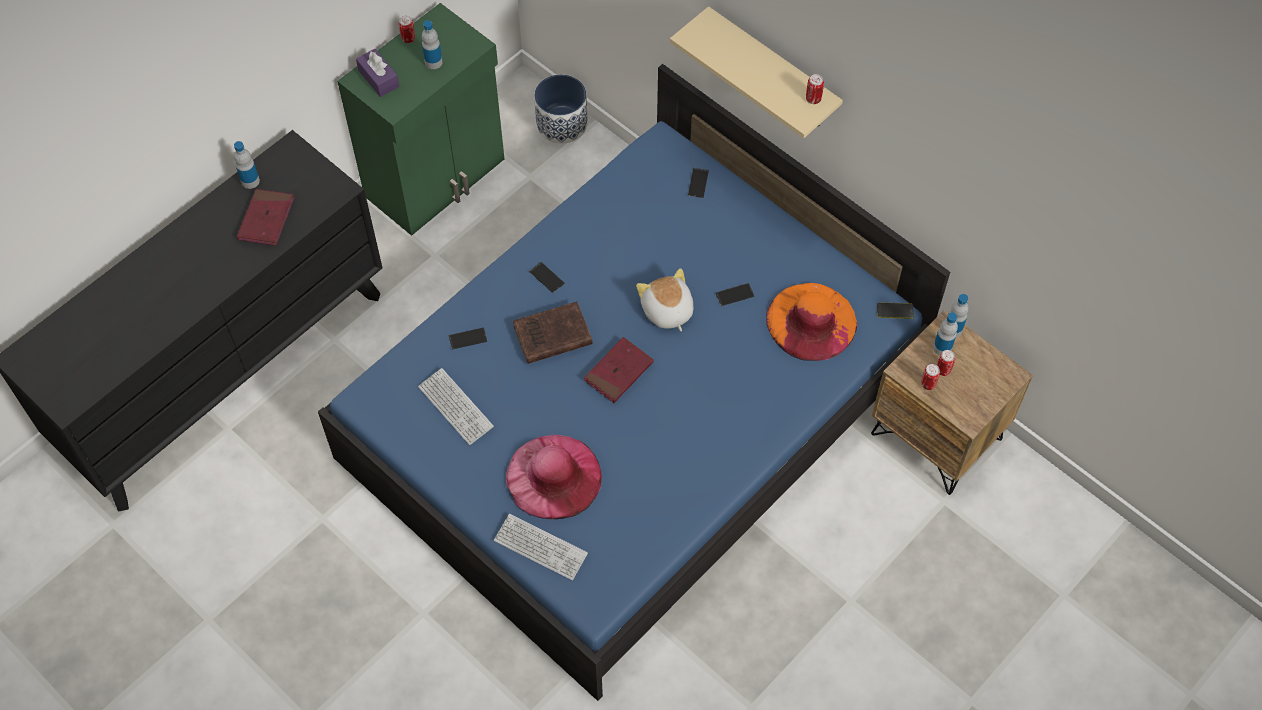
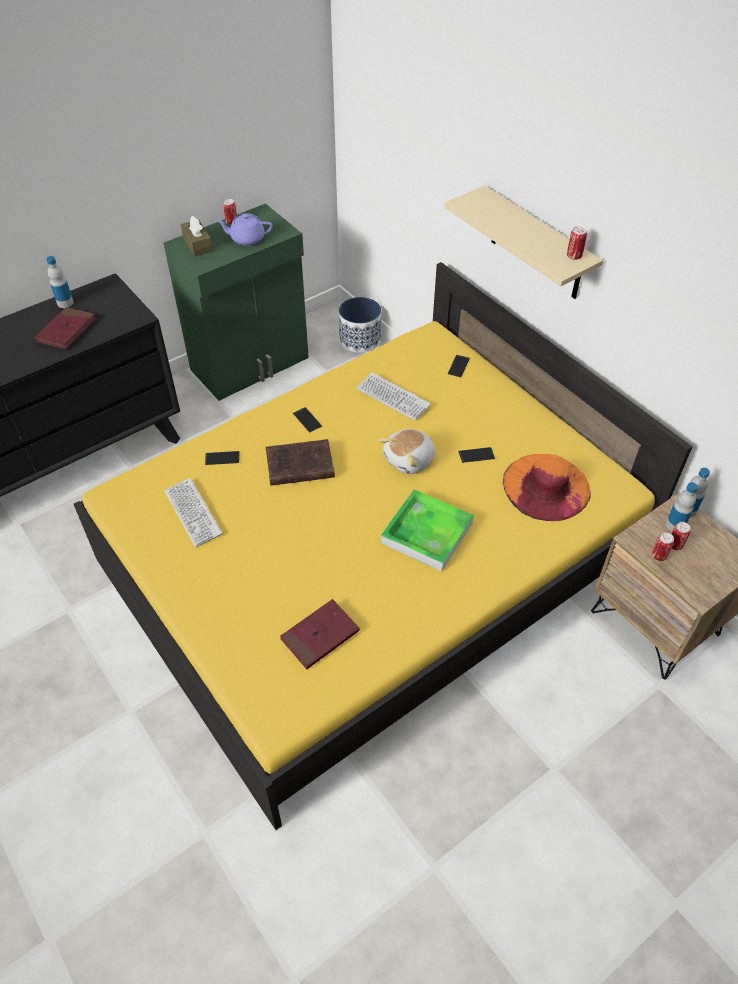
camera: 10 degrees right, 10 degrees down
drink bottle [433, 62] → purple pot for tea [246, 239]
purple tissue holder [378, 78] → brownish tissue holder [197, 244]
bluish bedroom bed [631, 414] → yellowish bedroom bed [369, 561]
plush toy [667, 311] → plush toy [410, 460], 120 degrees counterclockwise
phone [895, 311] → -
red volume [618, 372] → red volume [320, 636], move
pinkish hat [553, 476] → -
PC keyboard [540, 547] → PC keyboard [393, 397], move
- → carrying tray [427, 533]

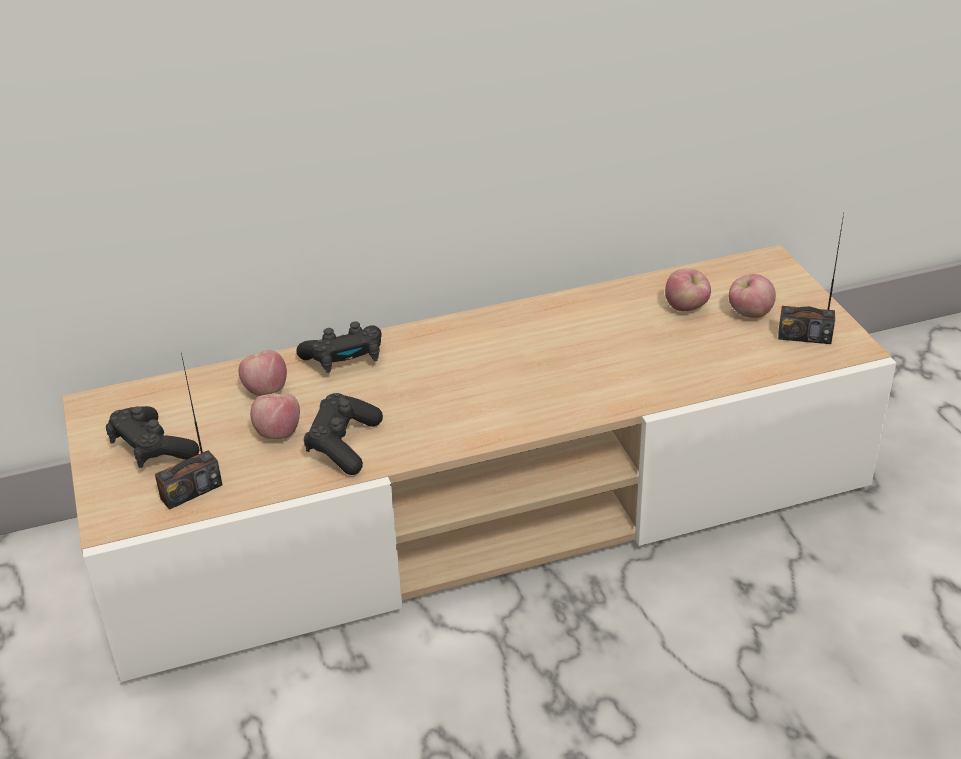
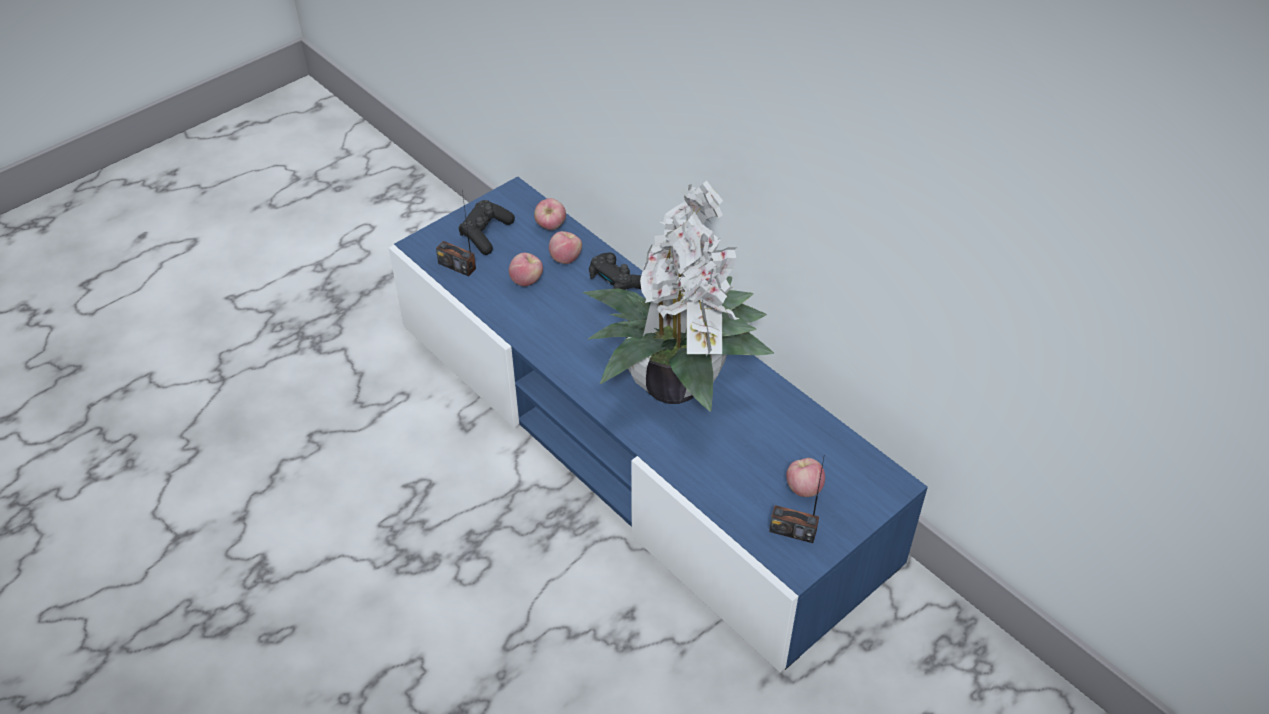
camera: 65 degrees right, 10 degrees up
radio receiver [804, 336] → radio receiver [792, 531], 60 degrees counterclockwise
beige-coloured media console [485, 508] → bluish media console [634, 440]
apple [686, 308] → apple [550, 226], move
black gamepad [343, 445] → -
- → houseplant [676, 382]

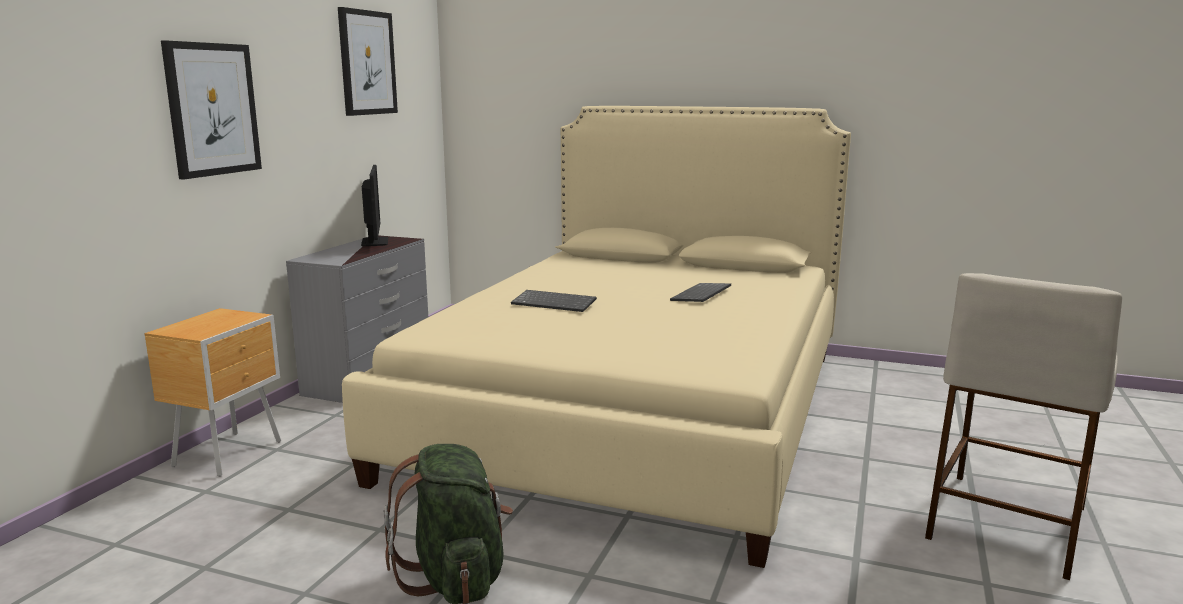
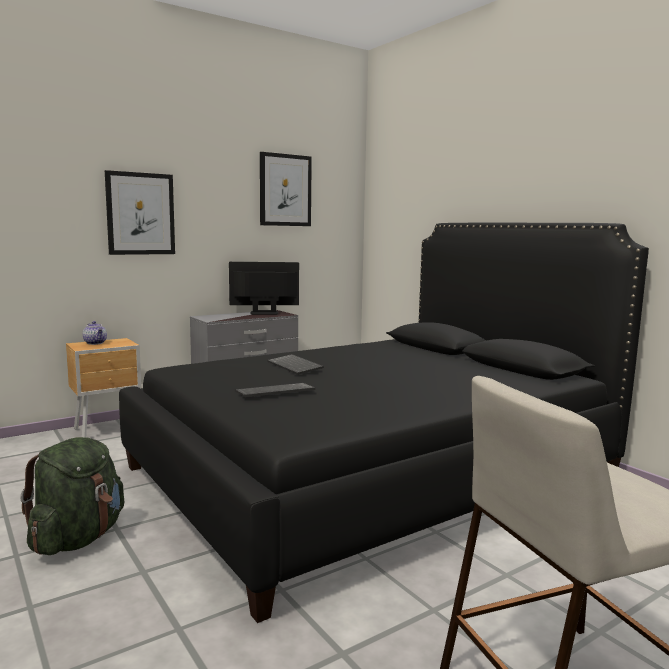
camera: 35 degrees right, 5 degrees down
beige-coloured bedroom bed [635, 410] → black bedroom bed [371, 472]
computer display [374, 242] → computer display [264, 313], 120 degrees counterclockwise
PC keyboard [702, 295] → PC keyboard [274, 393], move
- → pot for tea [96, 343]

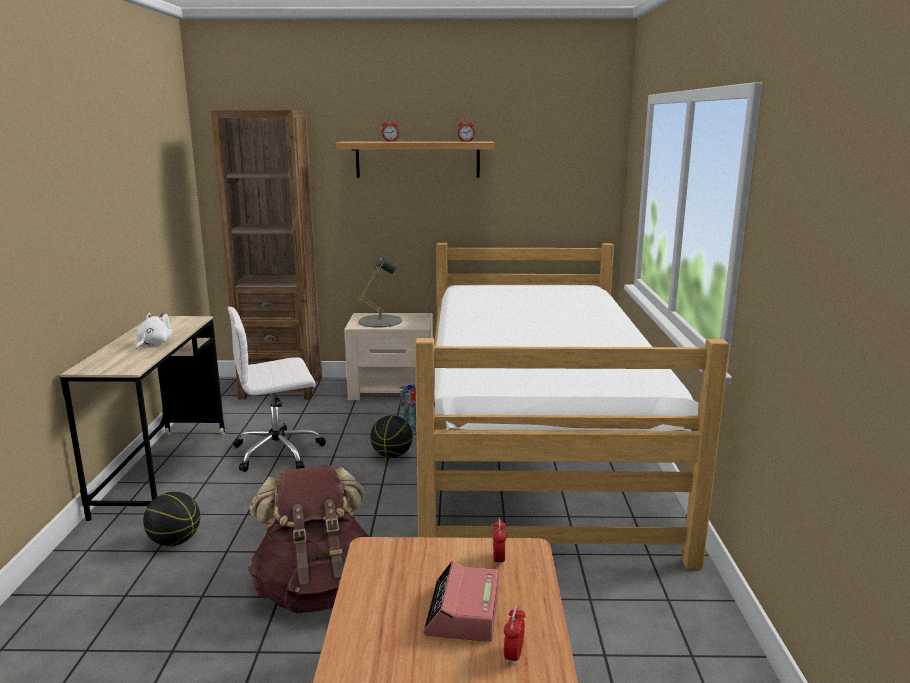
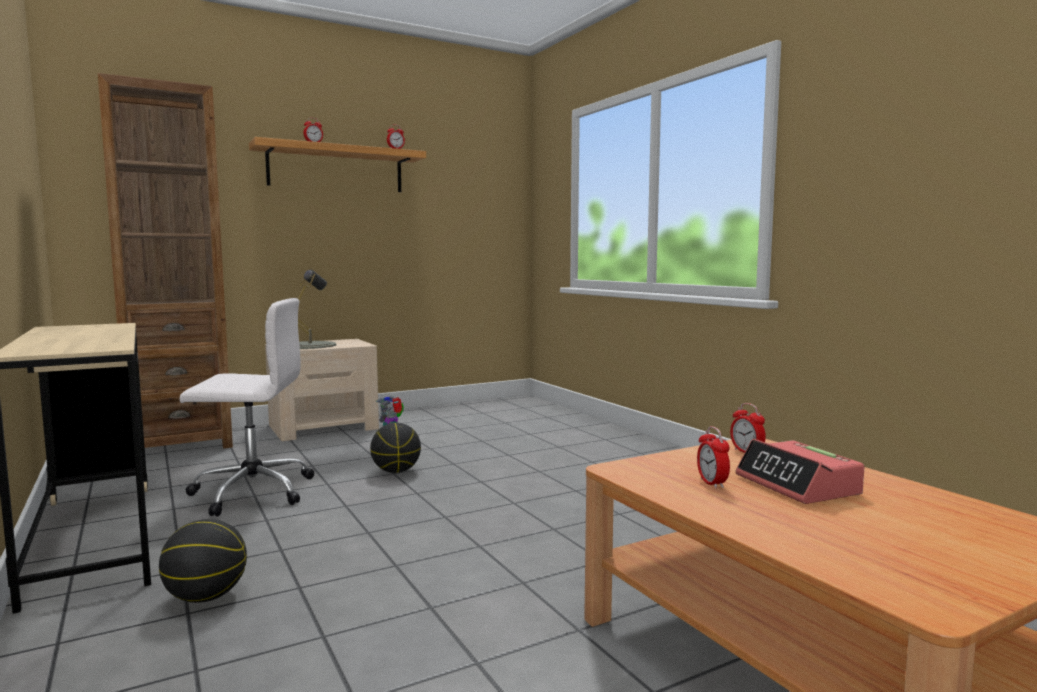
camera: 30 degrees left, 10 degrees down
bedroom bed [536, 448] → -
white-coloured computer chair [279, 452] → white-coloured computer chair [251, 492], 135 degrees counterclockwise
white-coloured plush toy [154, 344] → -
brownish knapsack [316, 590] → -
table clock [513, 655] → table clock [712, 483], move

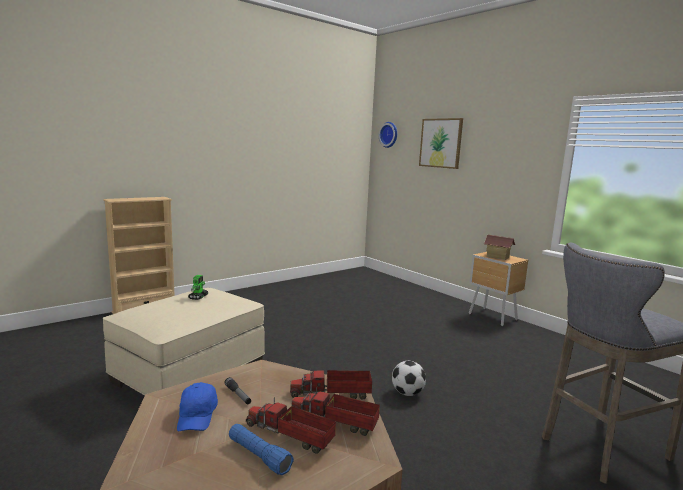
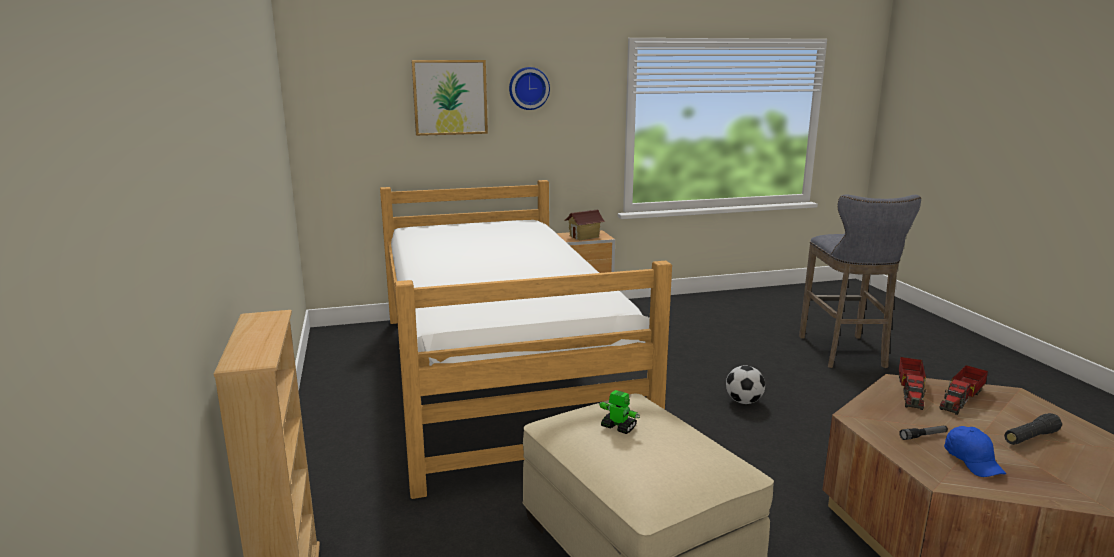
camera: 65 degrees left, 5 degrees up
clock on the wall [389, 134] → clock on the wall [528, 88], move
bluish cap [197, 416] → bluish cap [973, 461], 60 degrees clockwise
toy lorry [290, 435] → -
bluish flashlight [258, 456] → black flashlight [1030, 438]
- → bedroom bed [498, 376]

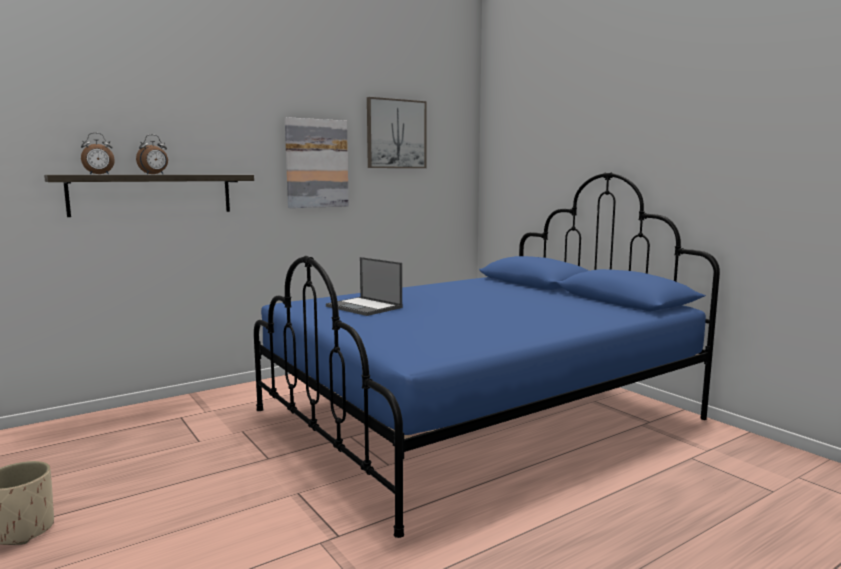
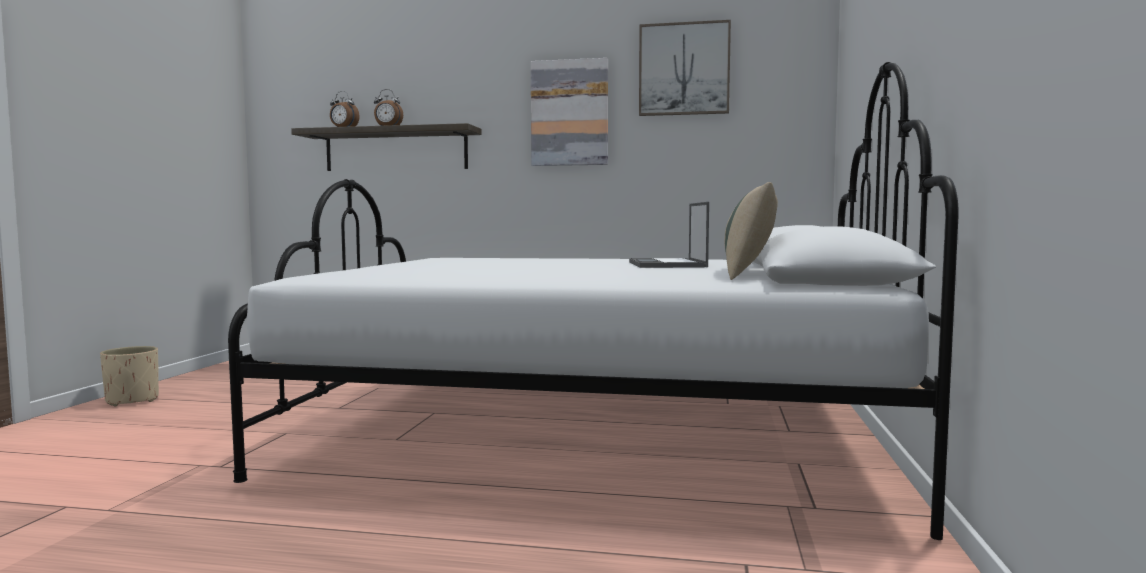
camera: 45 degrees right, 5 degrees down
bluish bedroom bed [479, 416] → white-coloured bedroom bed [596, 433]
notebook computer [365, 307] → notebook computer [667, 265], move
- → beige-coloured pillow [747, 273]

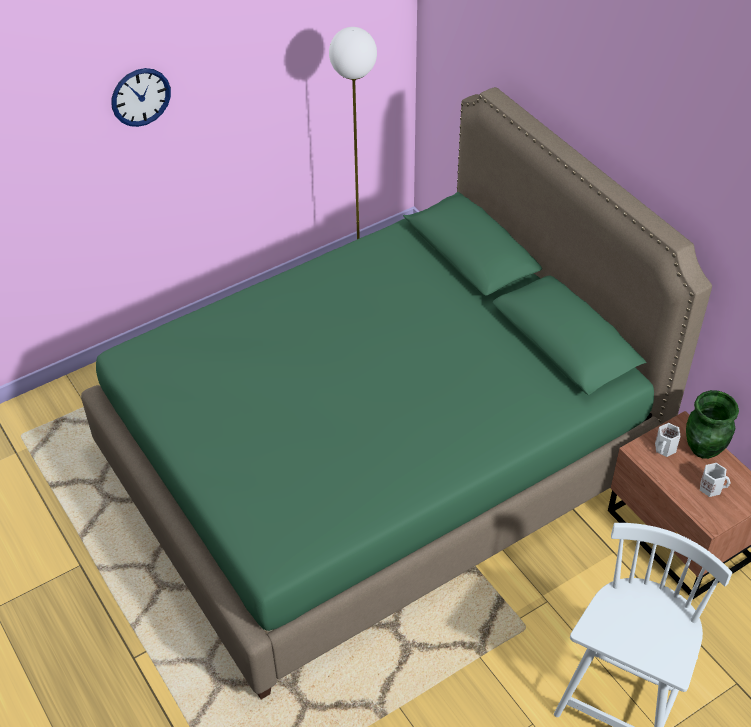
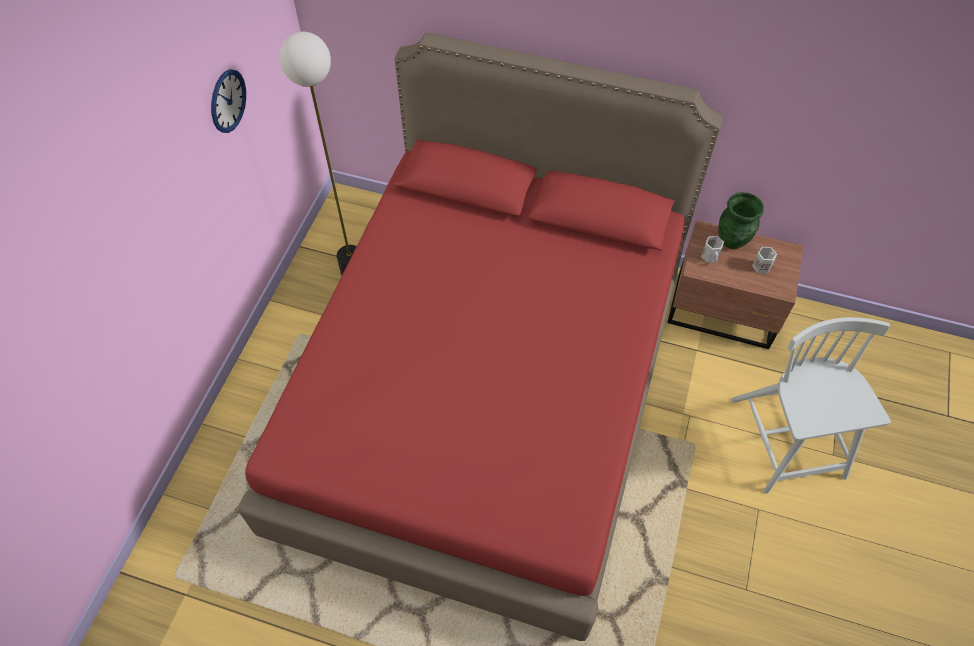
camera: 40 degrees left, 10 degrees up
clock on the wall [140, 97] → clock on the wall [228, 101], move
green-coloured bedroom bed [377, 461] → red bedroom bed [487, 393]

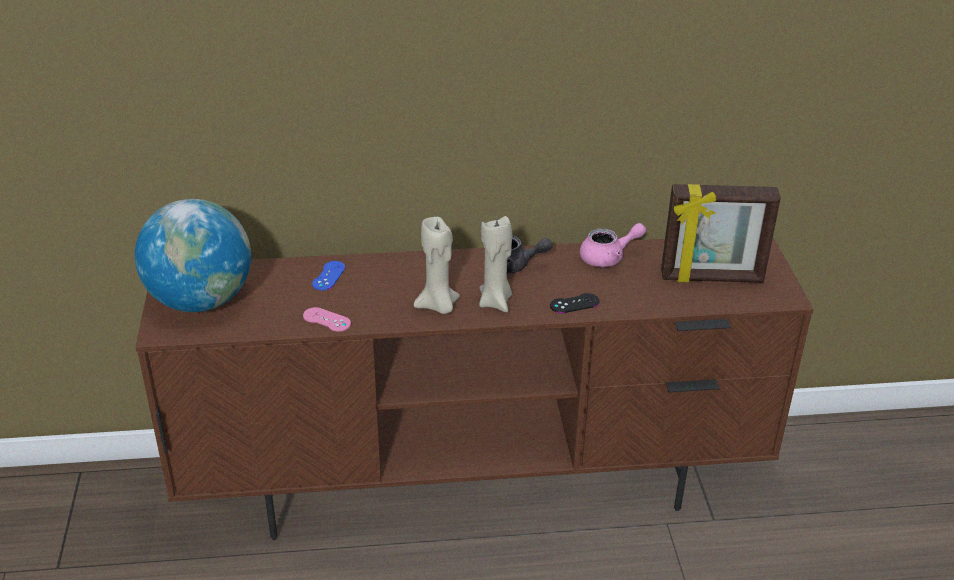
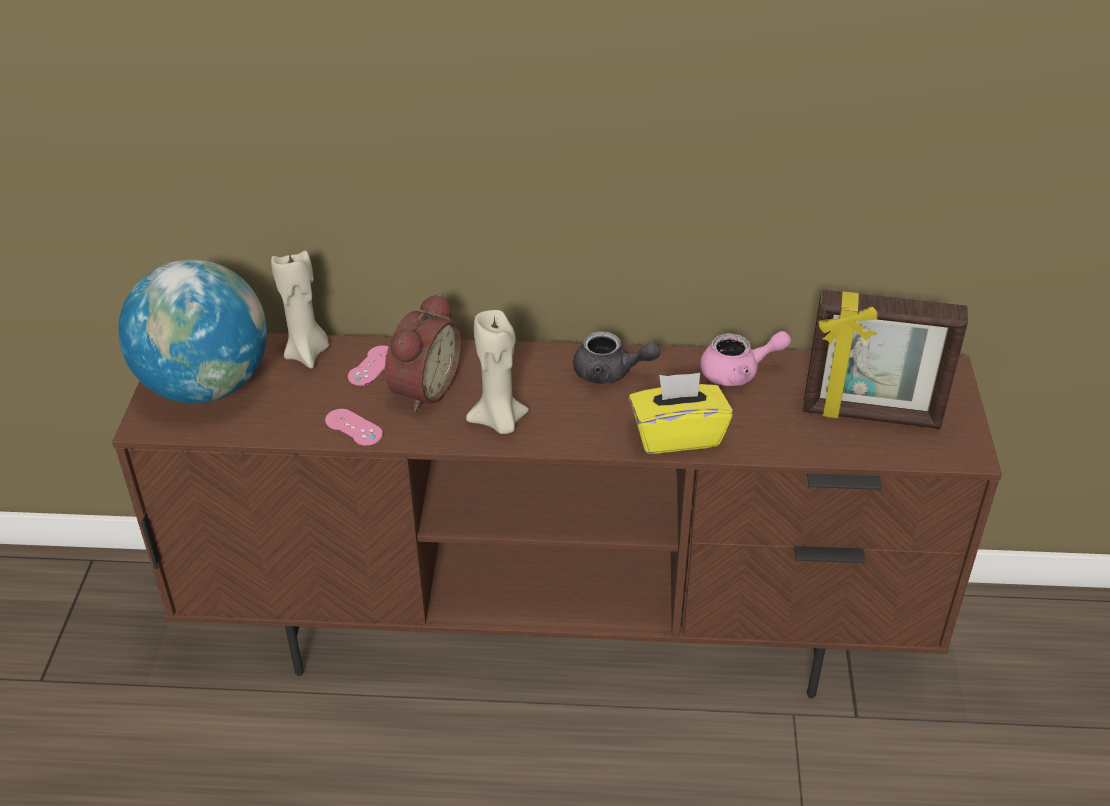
camera: 10 degrees right, 5 degrees up
beige-coloured wax candle [495, 302] → beige-coloured wax candle [307, 354], move
bluish gamepad [328, 276] → pinkish gamepad [371, 366]
black gamepad [574, 303] → yellowish tissue holder [677, 435]
- → table clock [421, 388]

